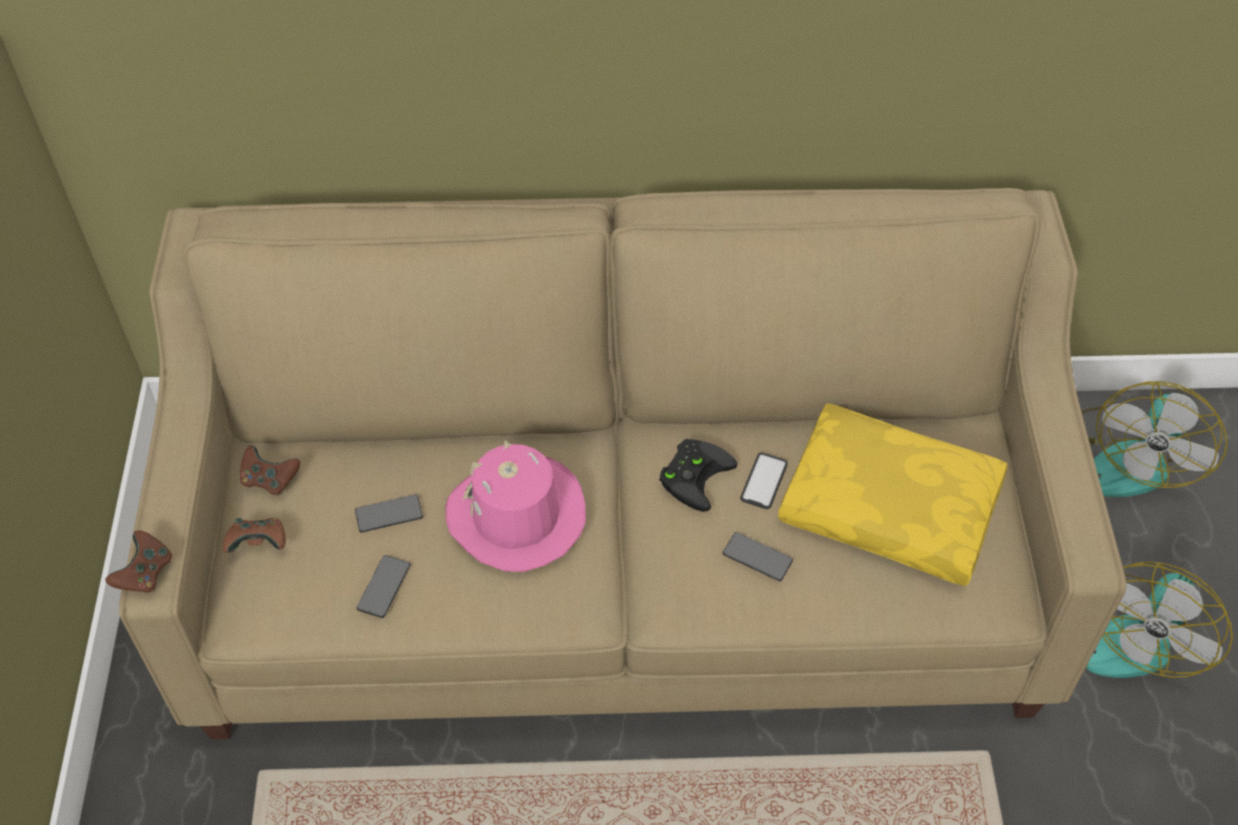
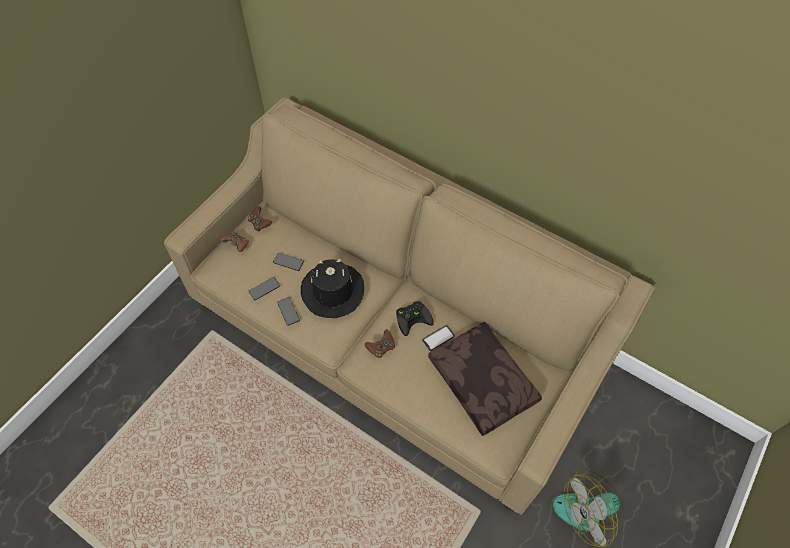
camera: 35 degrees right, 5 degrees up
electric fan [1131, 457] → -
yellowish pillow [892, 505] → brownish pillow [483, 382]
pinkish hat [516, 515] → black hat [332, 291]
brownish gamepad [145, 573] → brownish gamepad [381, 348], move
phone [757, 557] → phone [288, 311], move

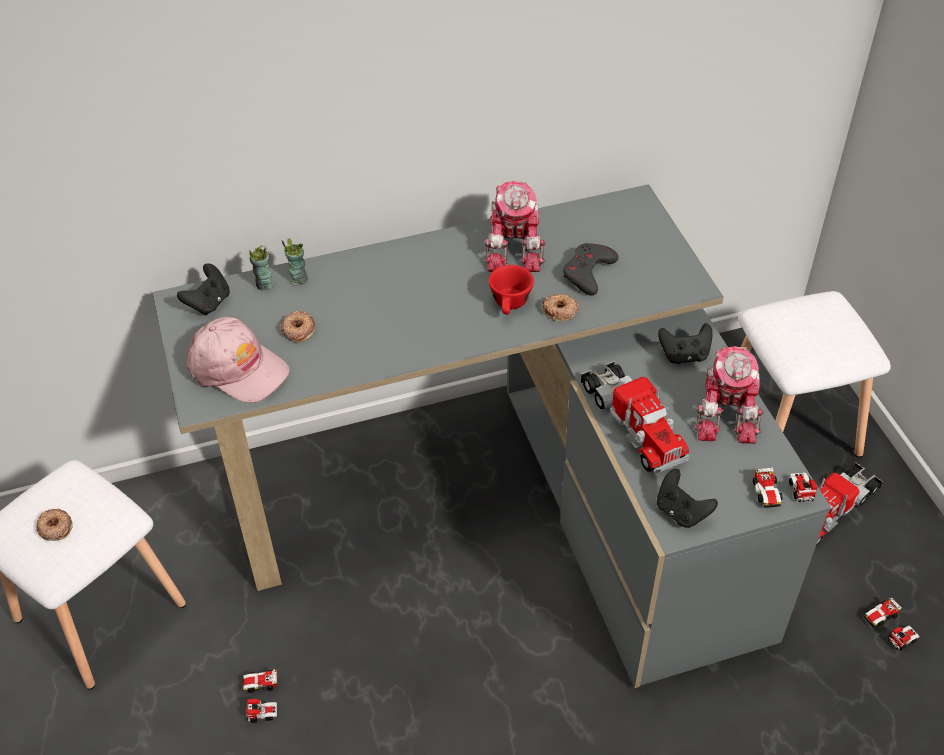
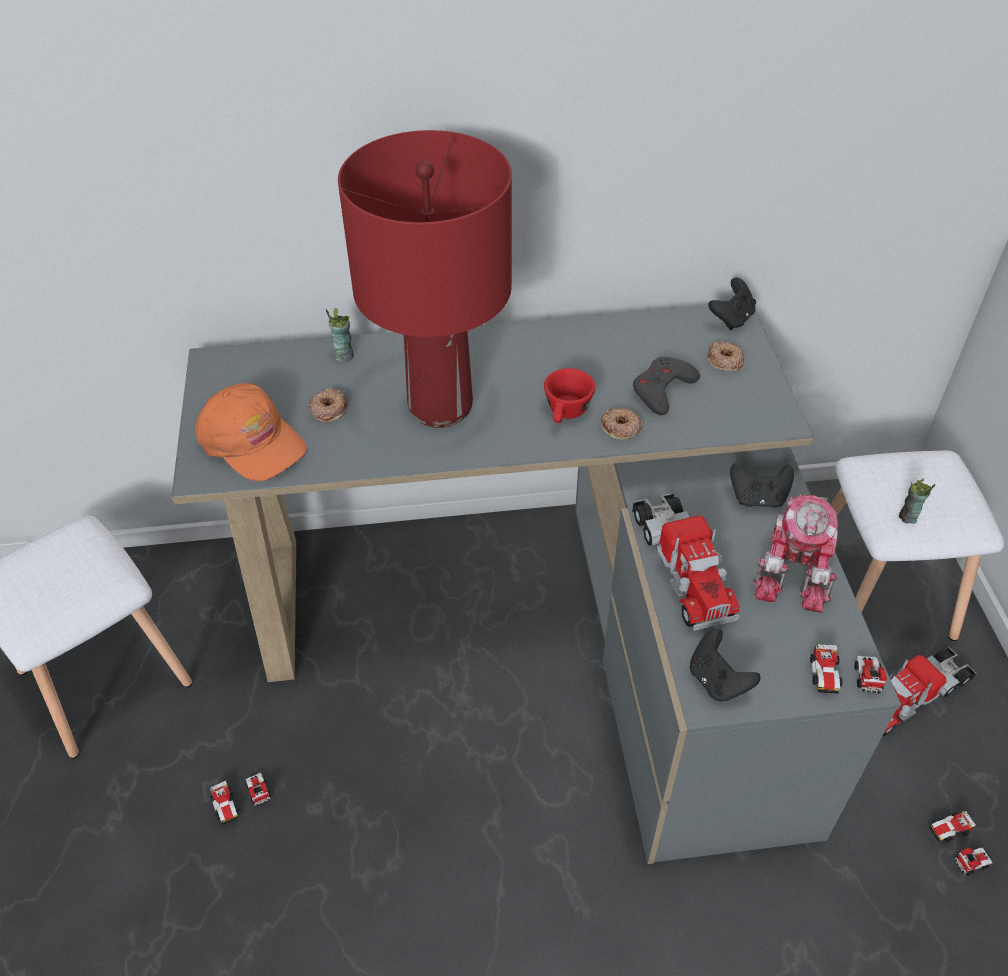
camera: 10 degrees right, 0 degrees up
toy robot [515, 247] → -
drinking cup [264, 285] → drinking cup [908, 517], move
black gamepad [209, 303] → black gamepad [731, 319], move
pinkish cap [238, 368] → orange cap [252, 441]
doughnut [55, 527] → doughnut [724, 360], move
model car [260, 698] → model car [242, 800], 120 degrees counterclockwise
- → red lamp for a table [439, 406]

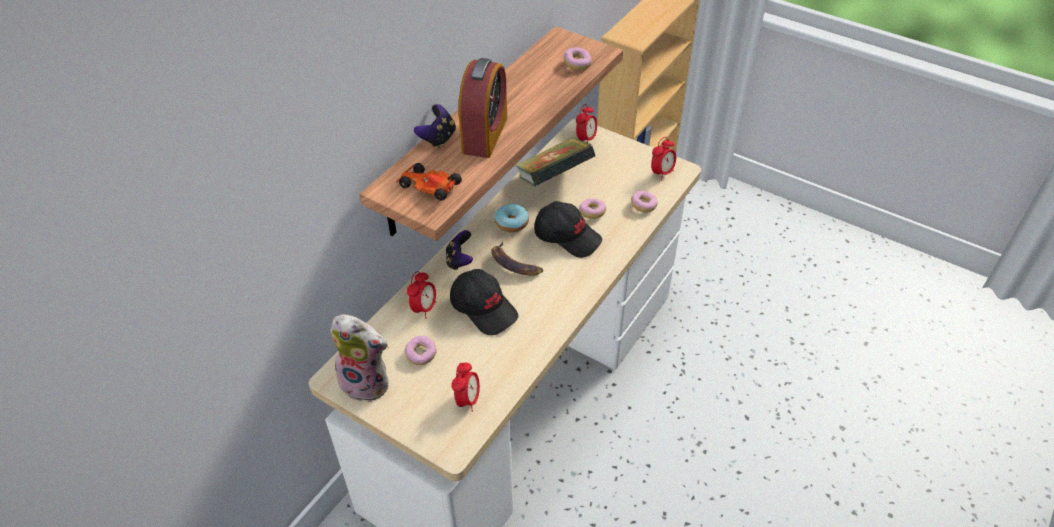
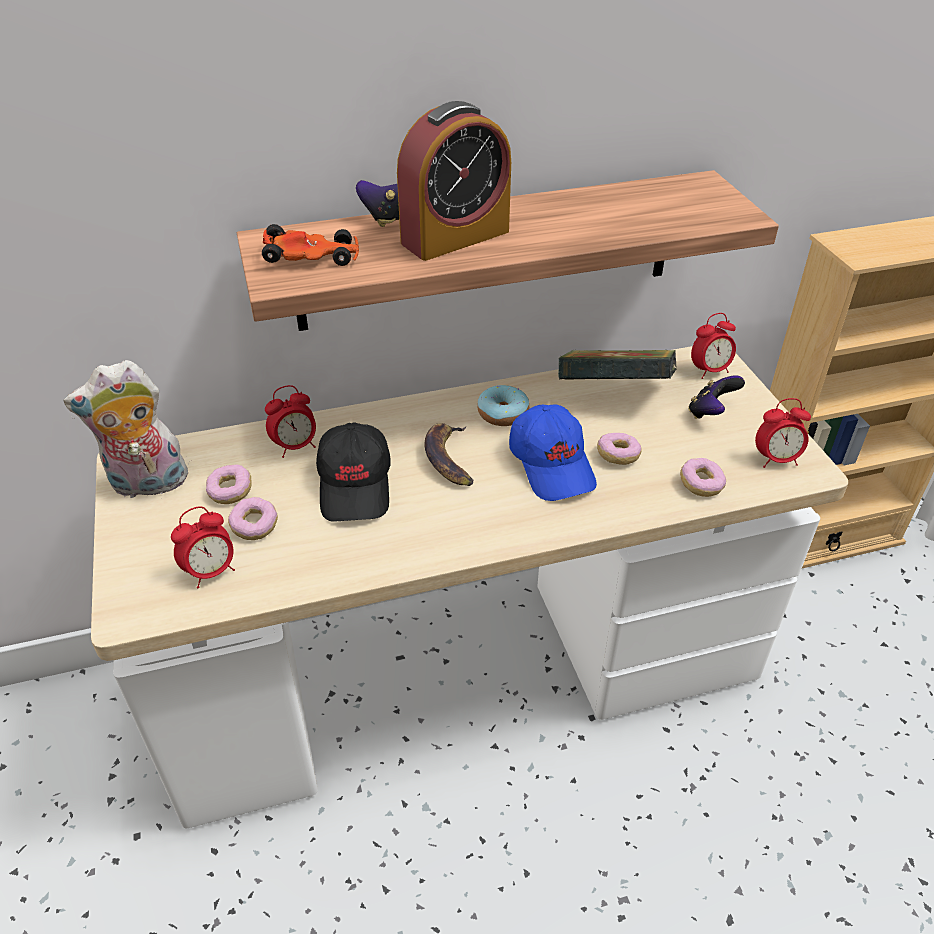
camera: 40 degrees right, 5 degrees down
doughnut [577, 64] → doughnut [254, 526], move
model car [428, 186] → model car [313, 257], 105 degrees clockwise
black cap [567, 236] → bluish cap [552, 465]
gamepad [459, 260] → gamepad [710, 412], move
plush toy [367, 382] → plush toy [147, 485], 105 degrees clockwise

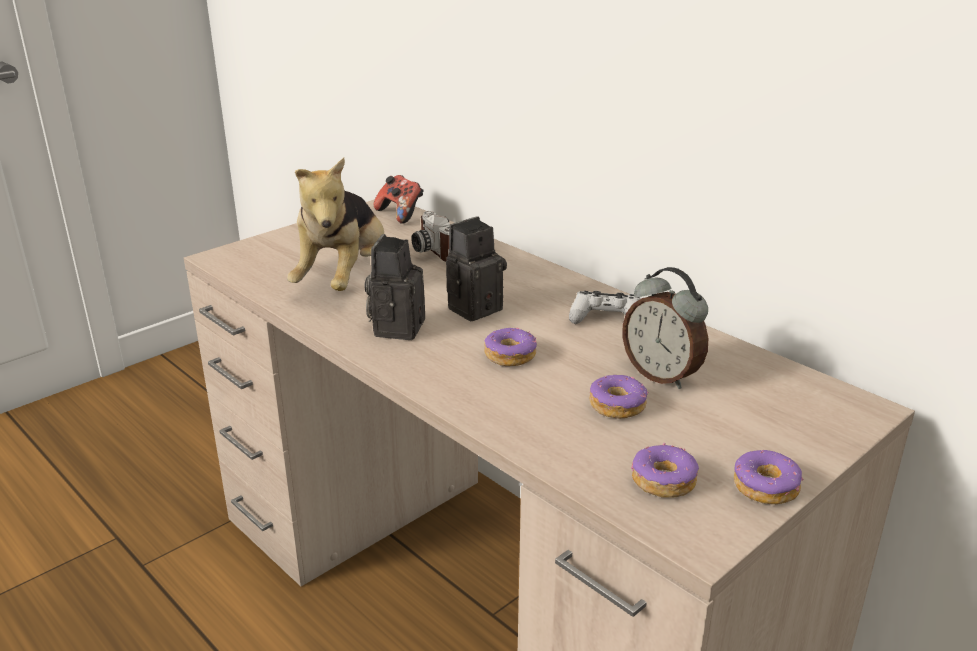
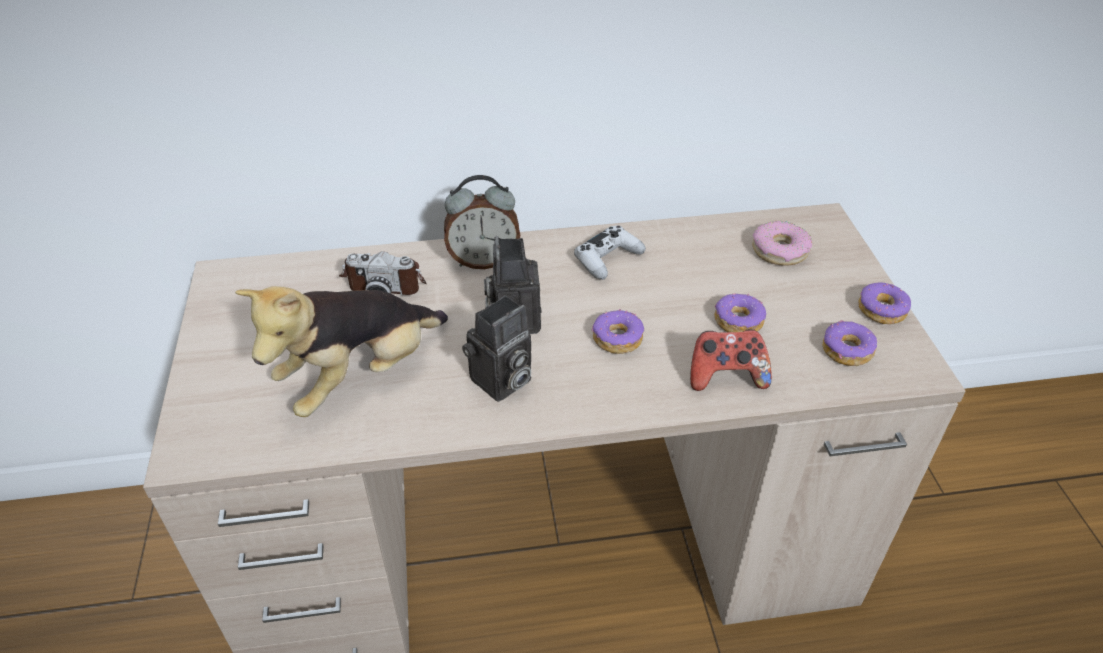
camera: 55 degrees left, 15 degrees up
plush toy [343, 278] → plush toy [360, 376], 90 degrees clockwise
gamepad [400, 214] → gamepad [726, 376], move
photo camera [396, 327] → photo camera [501, 383], 90 degrees counterclockwise
table clock [662, 375] → table clock [483, 260], move
- → doughnut [780, 250]

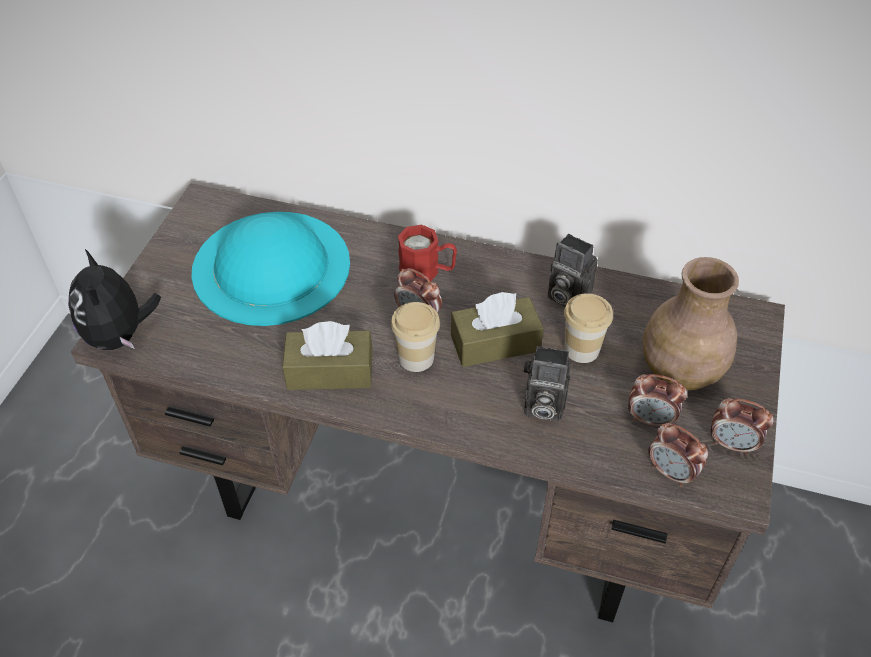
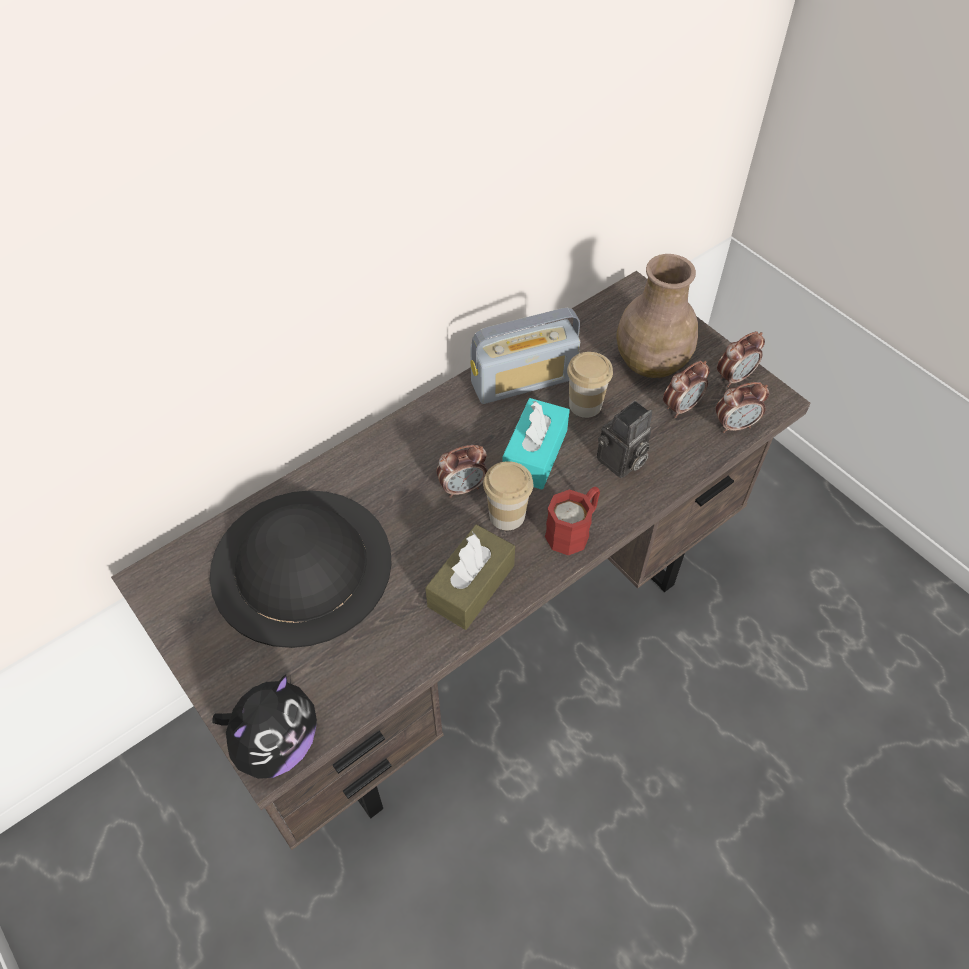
camera: 55 degrees left, 5 degrees up
turquoise hat [271, 266] → black hat [301, 565]
red mug [427, 271] → red mug [573, 530], move
photo camera [566, 295] → radio receiver [523, 381]
plush toy [120, 335] → plush toy [276, 743], 75 degrees counterclockwise
brownish tissue holder [495, 343] → turquoise tissue holder [535, 454]

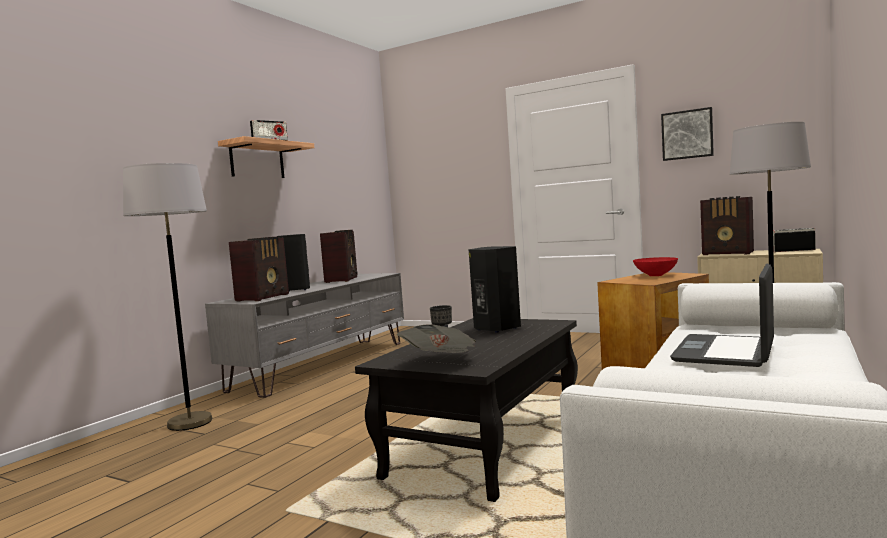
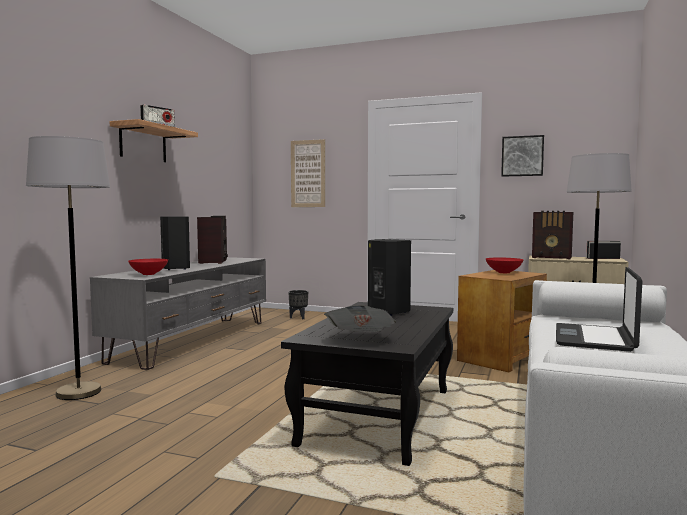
camera: 10 degrees left, 0 degrees up
radio receiver [264, 297] → red deep dish [149, 274]
- → picture [308, 173]

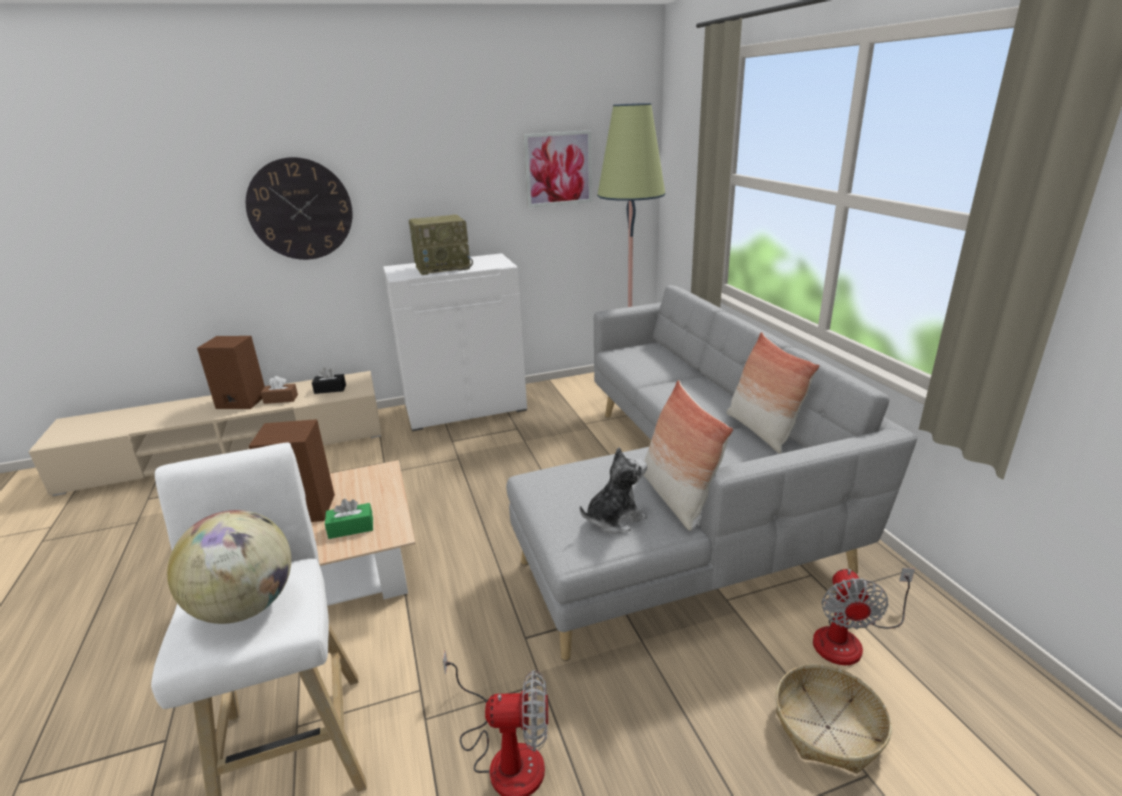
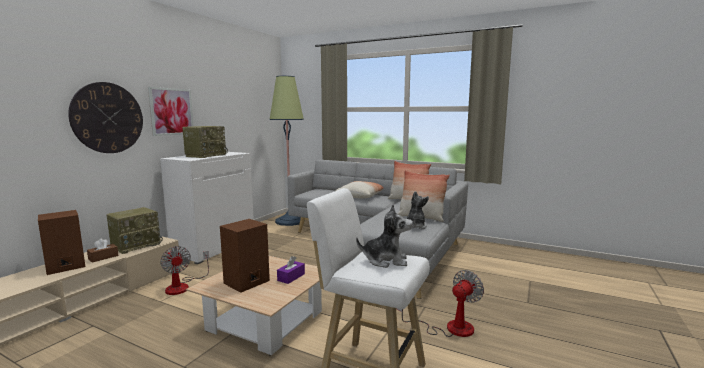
camera: 45 degrees left, 15 degrees down
picture [558, 169] → picture [171, 111], move
black tissue holder [330, 389] → radio receiver [136, 245]
green-coloured tissue holder [351, 528] → purple tissue holder [291, 277]
world globe [246, 606] → plush toy [386, 260]
electric fan [849, 639] → electric fan [183, 286], move
storage basket [828, 727] → -
- → pillow [361, 196]

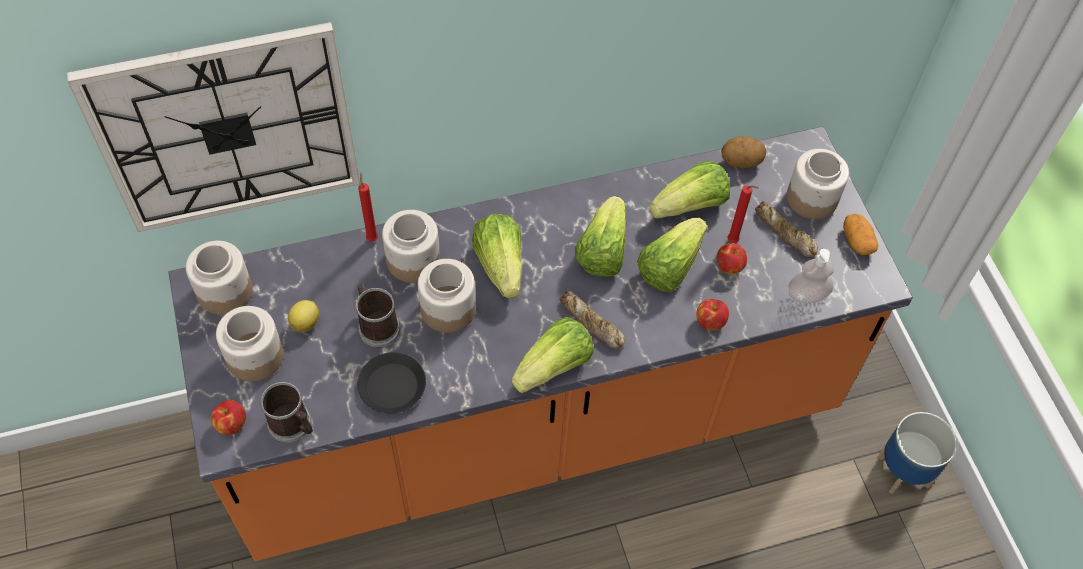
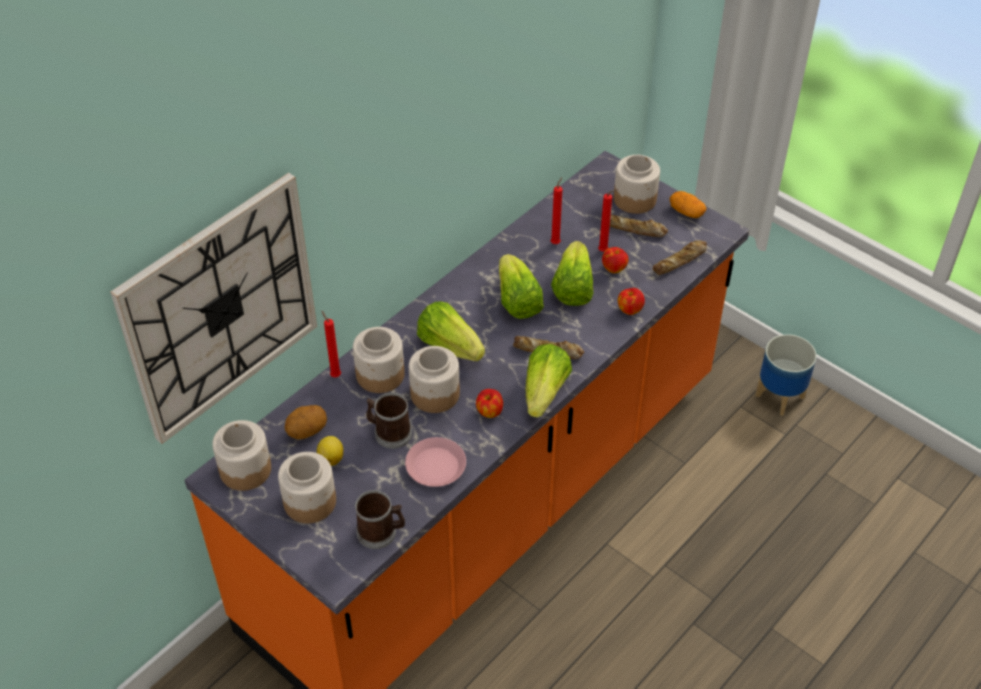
camera: 30 degrees left, 10 degrees down
potato [741, 161] → potato [307, 431], move
lettuce head [691, 206] → red wax candle [556, 242]
soap bottle [807, 295] → baked bread [680, 261]
black flat dish [392, 386] → pinkish flat dish [435, 466]
apple [231, 424] → apple [489, 412], move

